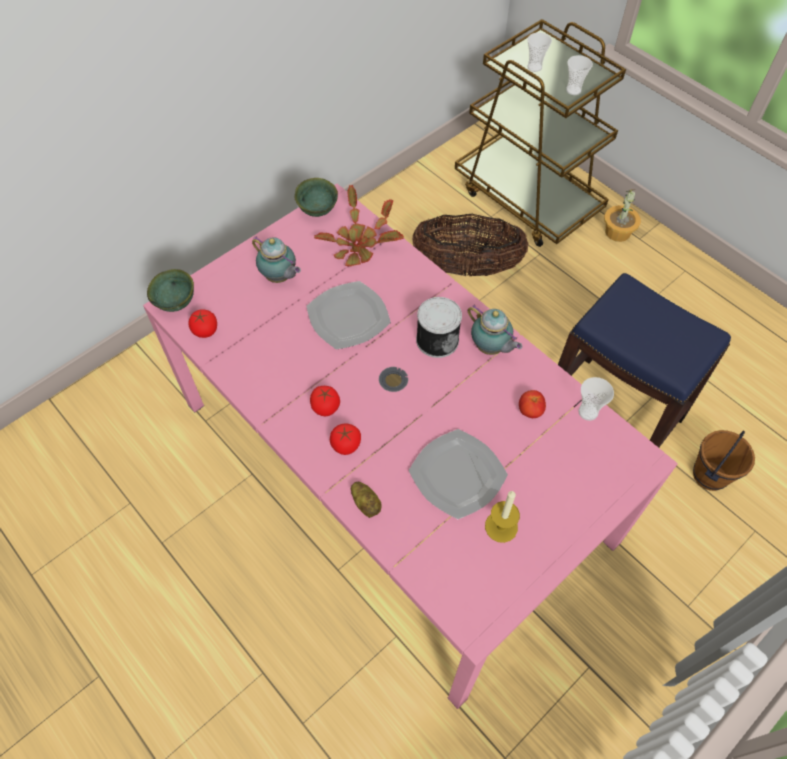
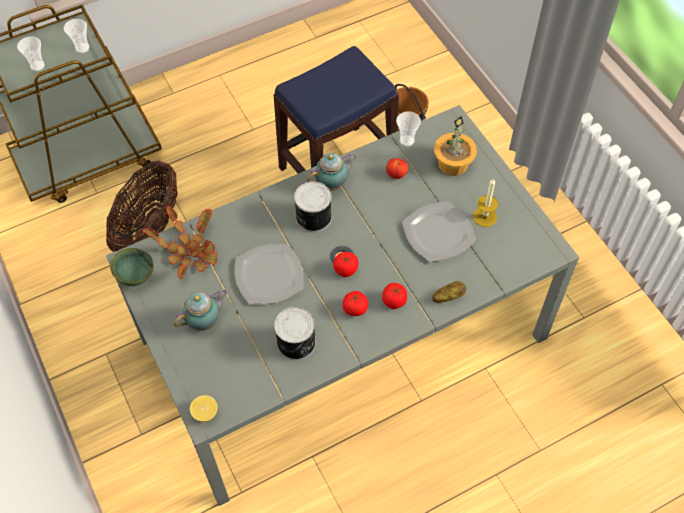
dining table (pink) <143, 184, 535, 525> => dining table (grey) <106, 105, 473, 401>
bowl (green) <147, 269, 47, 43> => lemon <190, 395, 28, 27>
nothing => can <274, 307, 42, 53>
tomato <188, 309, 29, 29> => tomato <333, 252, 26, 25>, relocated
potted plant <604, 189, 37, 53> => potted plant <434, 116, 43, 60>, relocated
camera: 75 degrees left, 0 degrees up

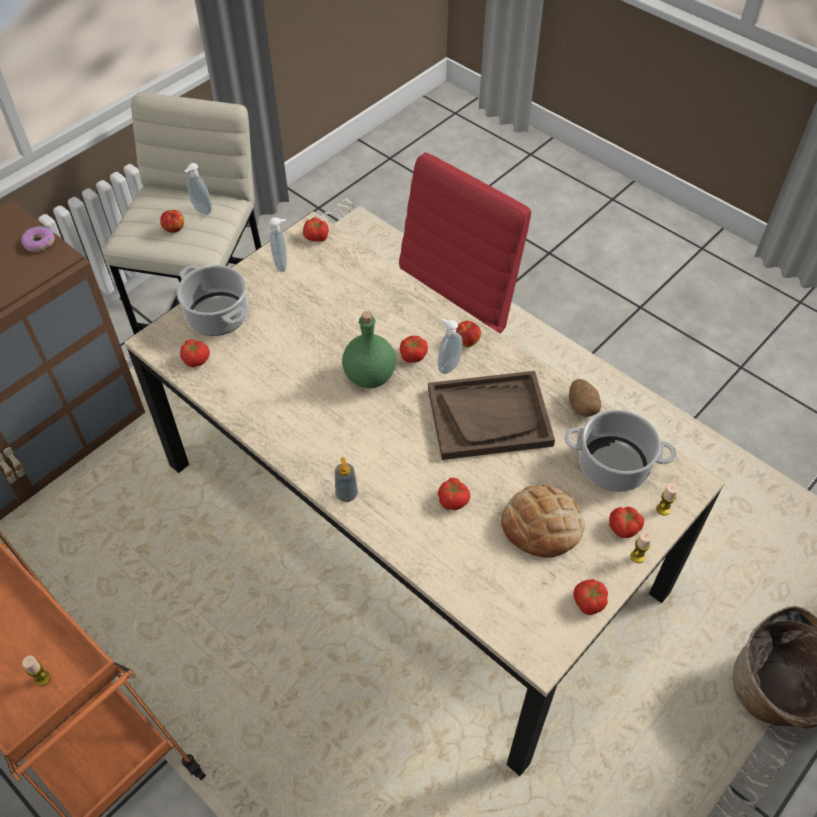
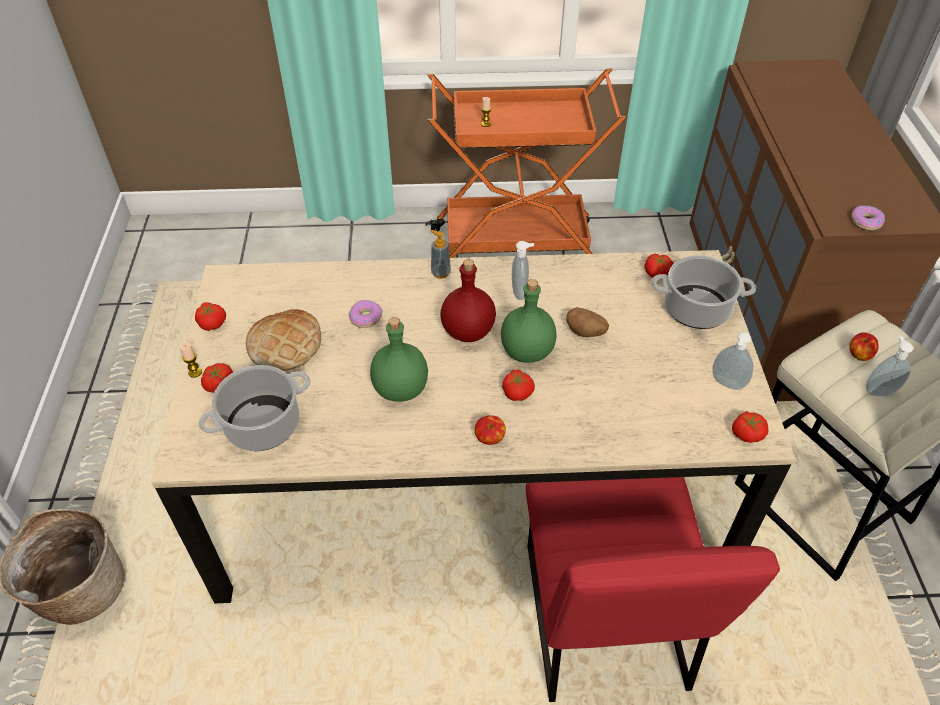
tomato <438, 478, 32, 32> => donut <349, 300, 34, 28>
tray (brown) <428, 371, 127, 89> => bottle (green) <370, 317, 58, 85>
nothing => bottle (red) <440, 259, 56, 83>
soap dispenser <438, 318, 24, 56> => soap dispenser <512, 241, 22, 59>, relocated
potato <569, 379, 33, 38> => potato <566, 307, 43, 30>, relocated
candle <656, 483, 22, 33> => nothing
camera: 135 degrees right, 5 degrees down

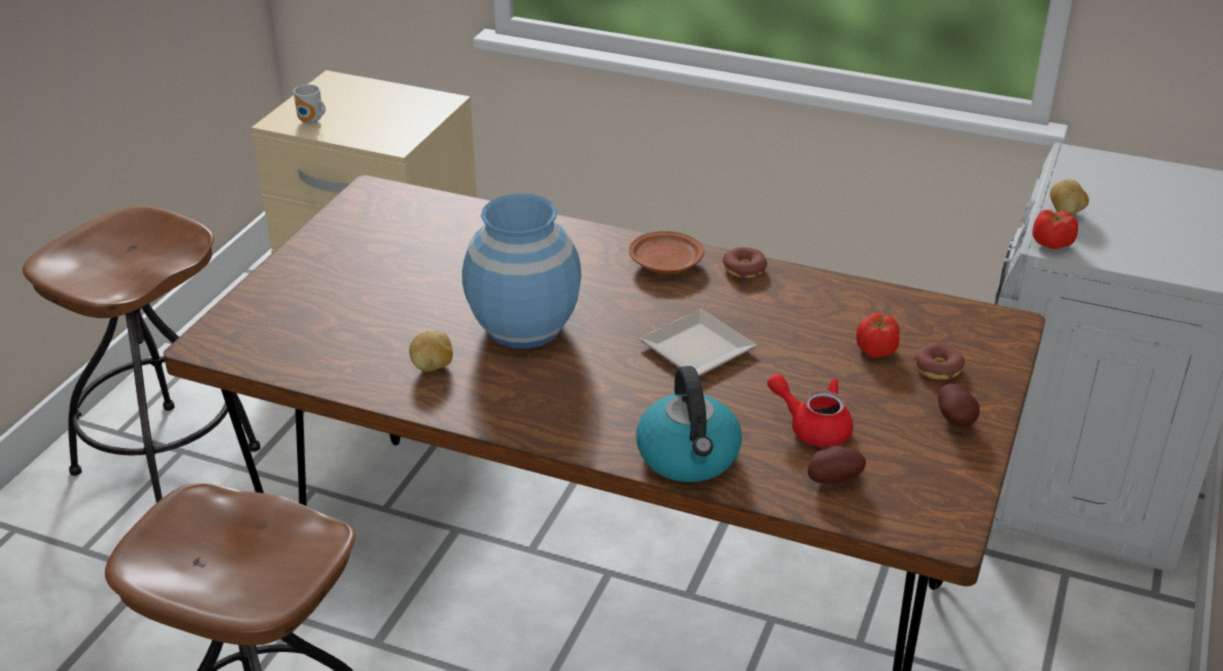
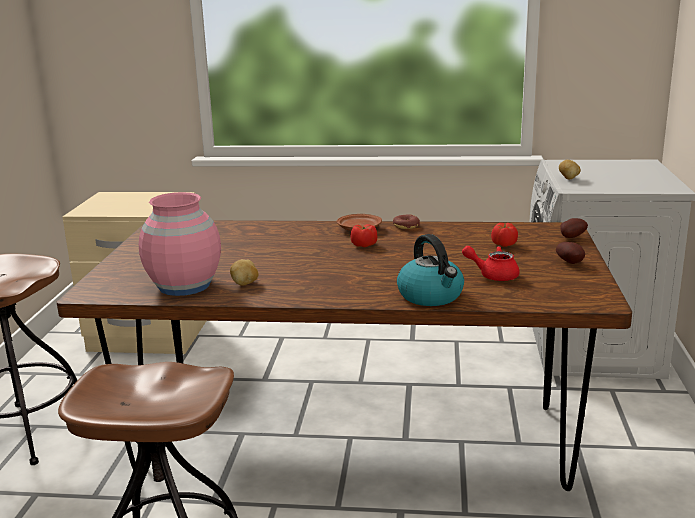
nothing => vase (pink) <139, 192, 82, 104>
tomato <1032, 210, 46, 39> => tomato <350, 224, 27, 23>, relocated
potato <808, 446, 58, 38> => potato <561, 218, 27, 20>, relocated
mug <293, 84, 33, 40> => nothing
vase (blue) <462, 193, 119, 155> => nothing
plate <639, 309, 118, 67> => nothing
donut <914, 342, 51, 38> => nothing
camera: 15 degrees left, 15 degrees down

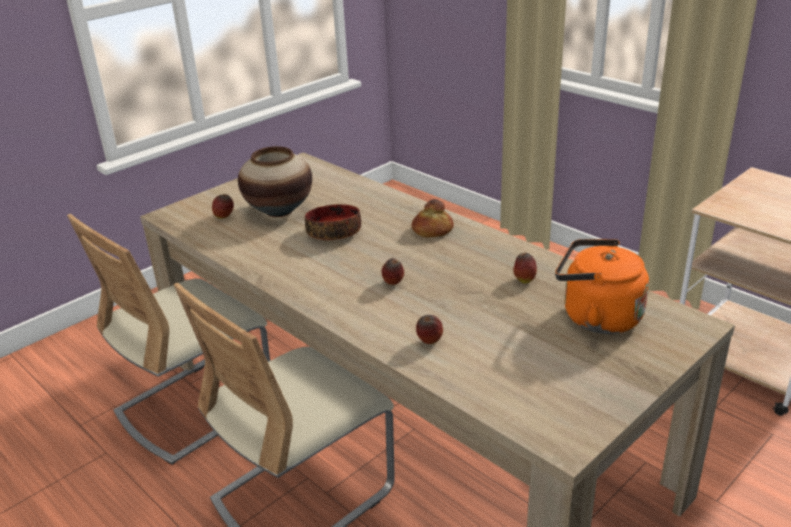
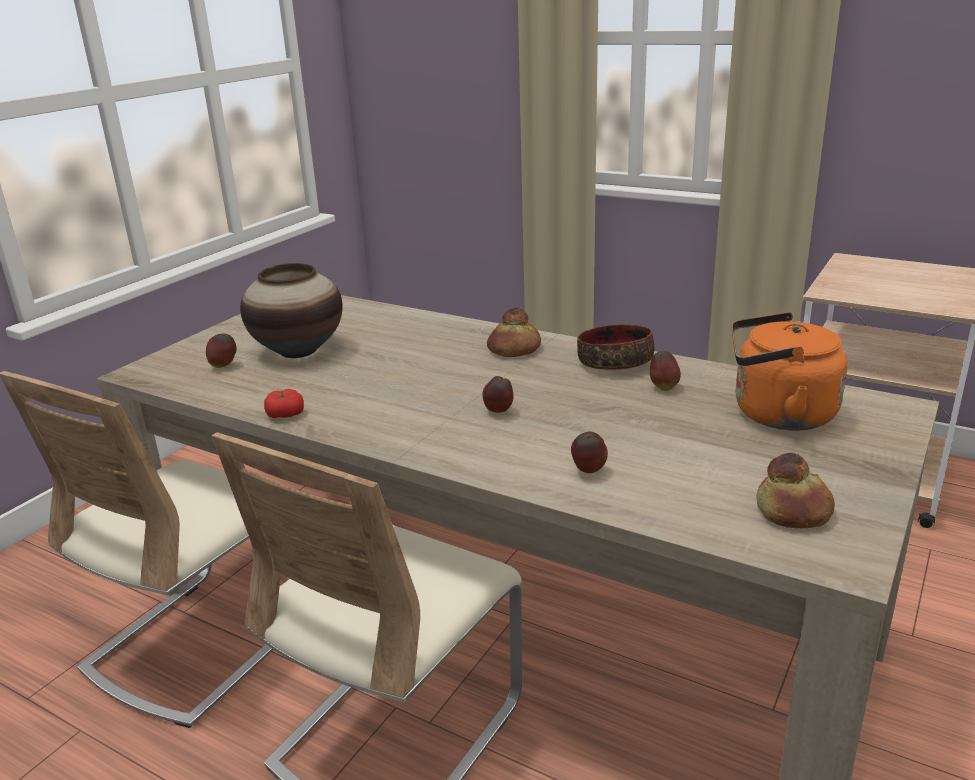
nothing => tomato <264, 389, 40, 29>
bowl <305, 204, 56, 36> => bowl <577, 324, 77, 46>, relocated
nothing => bread <756, 453, 79, 75>
camera: 15 degrees left, 5 degrees down

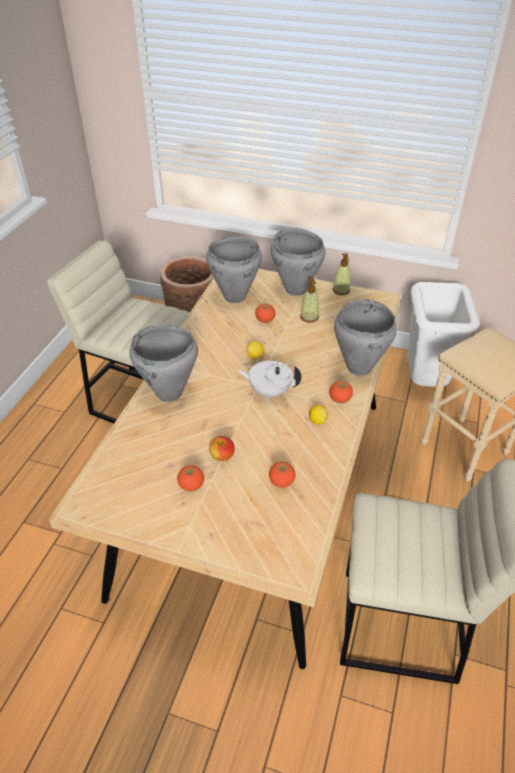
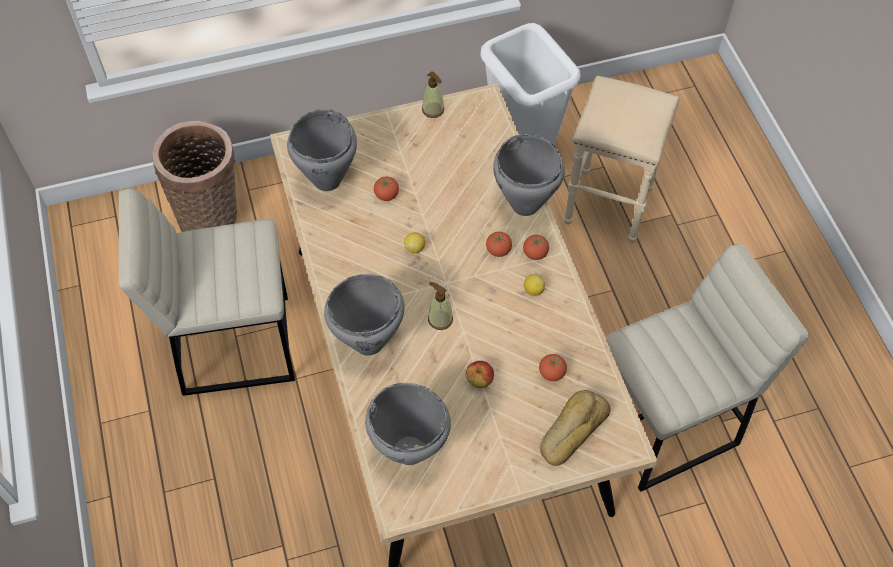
cooking pot (grey) <271, 228, 54, 68> => cooking pot (grey) <365, 383, 86, 82>, relocated
soap dispenser <300, 276, 19, 47> => soap dispenser <428, 282, 25, 48>, relocated
tomato <177, 465, 27, 26> => tomato <486, 232, 26, 25>, relocated
nothing => bread <540, 390, 70, 76>
teapot (white) <237, 361, 64, 38> => nothing
camera: 35 degrees left, 15 degrees up

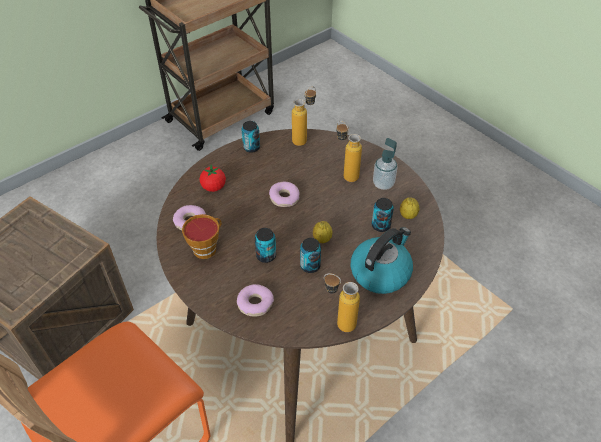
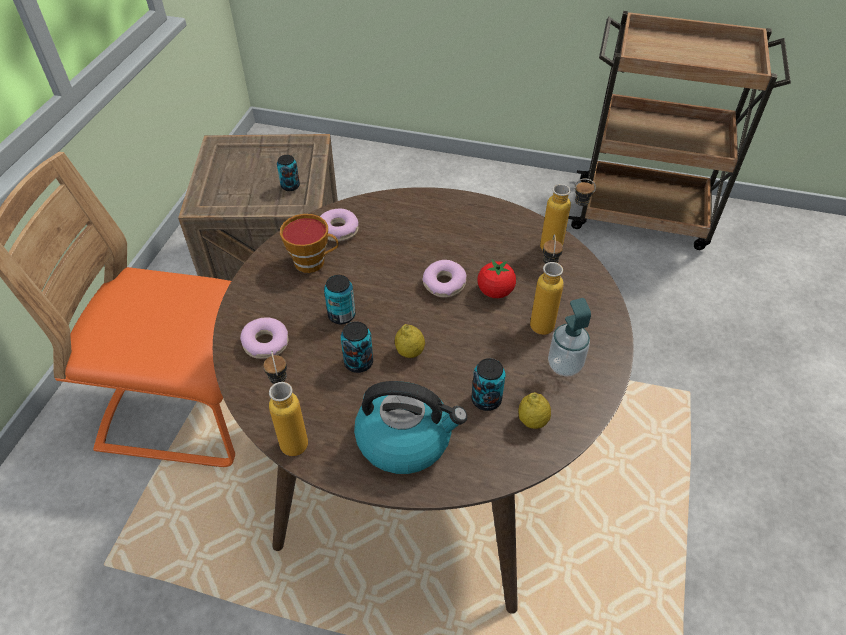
can <242, 121, 18, 32> => can <277, 155, 23, 36>, relocated
tomato <200, 165, 26, 27> => tomato <478, 260, 38, 38>, relocated
camera: 55 degrees right, 0 degrees up

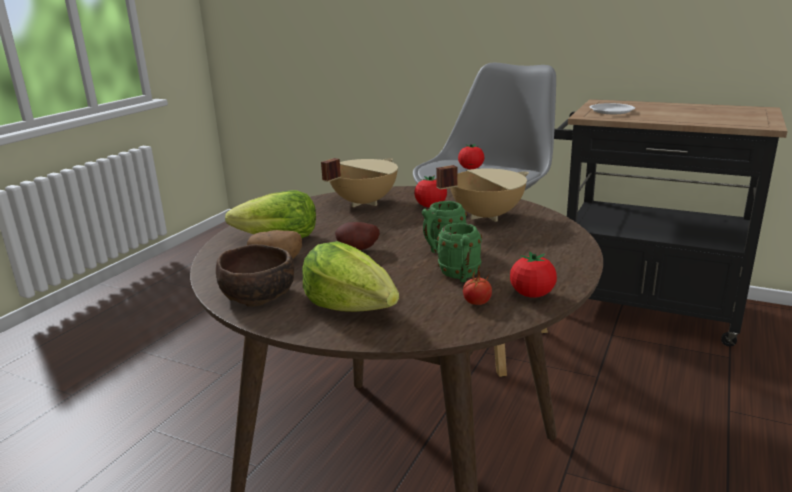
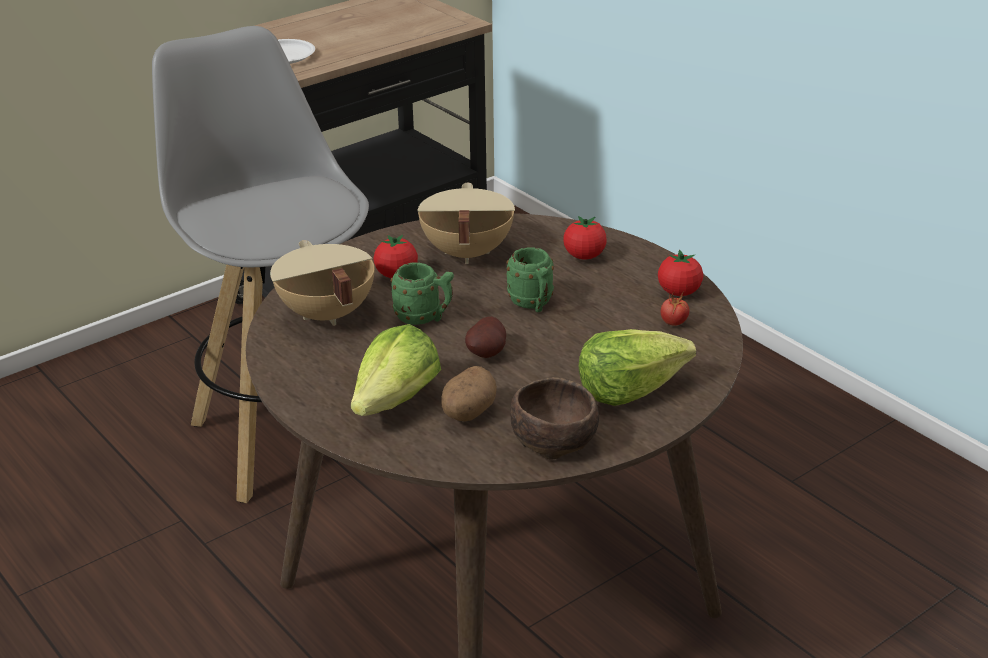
mug (green) <437, 223, 45, 59> => mug (green) <390, 262, 64, 63>, relocated
tomato <458, 144, 26, 25> => tomato <564, 216, 43, 44>, relocated
camera: 65 degrees left, 10 degrees up

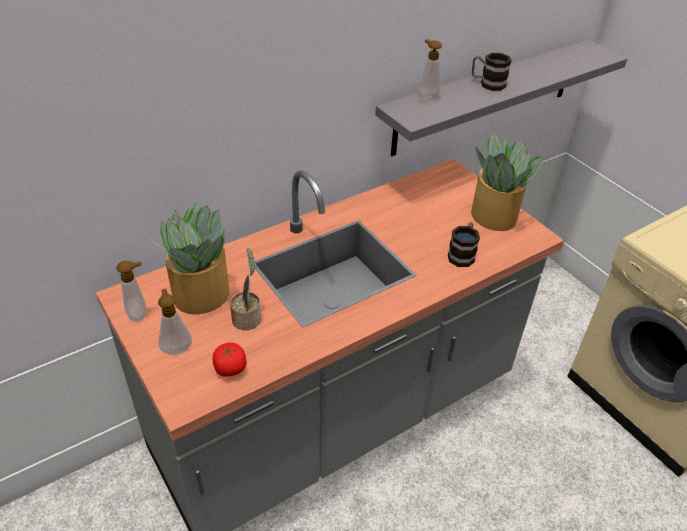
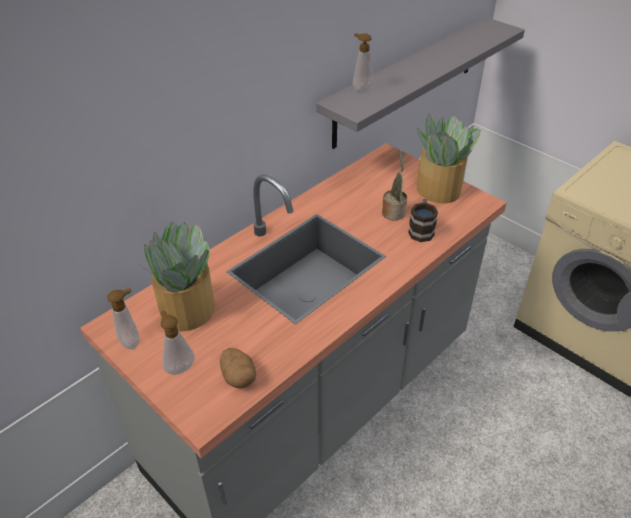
tomato <213, 343, 33, 34> => potato <220, 348, 36, 40>
potted plant <230, 247, 31, 83> => potted plant <382, 149, 25, 71>, relocated
mug <472, 53, 40, 38> => nothing
camera: 10 degrees left, 0 degrees up

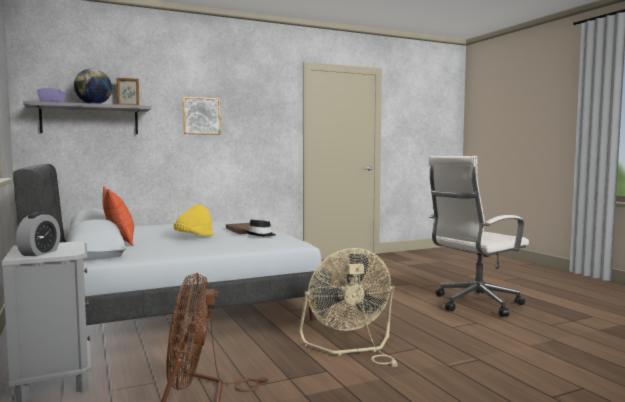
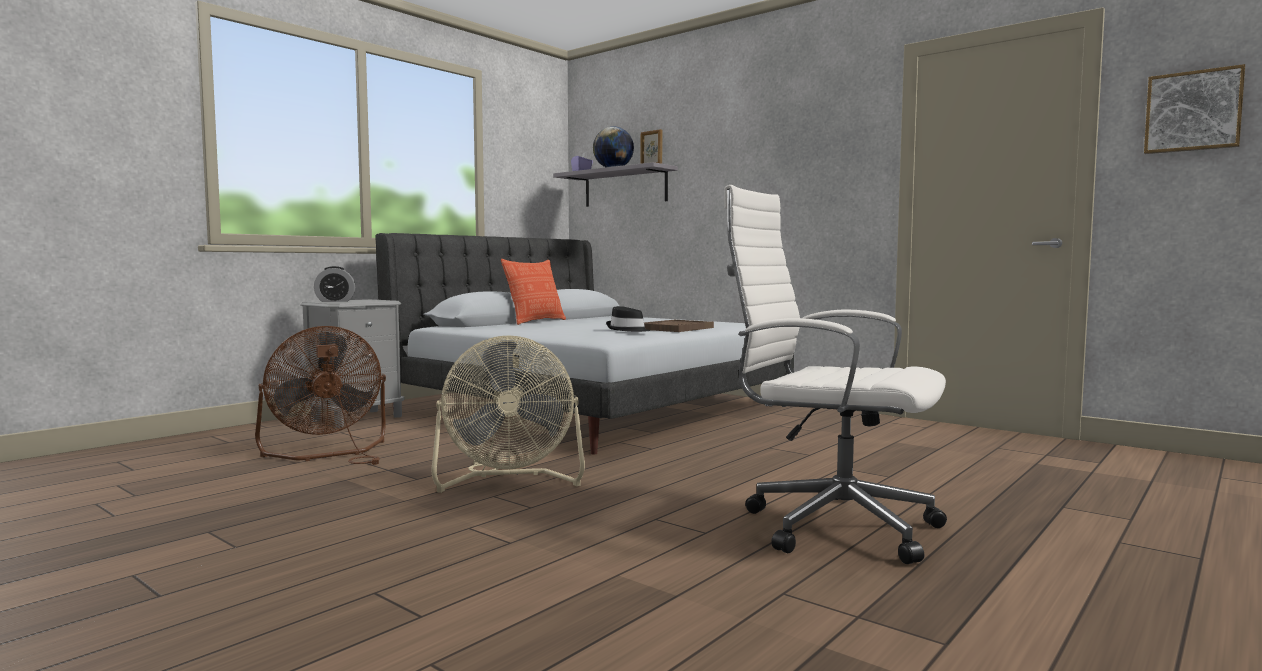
fan (beige) <299, 248, 98, 119> => fan (beige) <432, 336, 153, 157>, 120 degrees clockwise
picture <183, 97, 38, 38> => picture <1144, 64, 101, 90>, relocated
hat (yellow) <174, 204, 40, 32> => nothing
camera: 65 degrees right, 0 degrees up

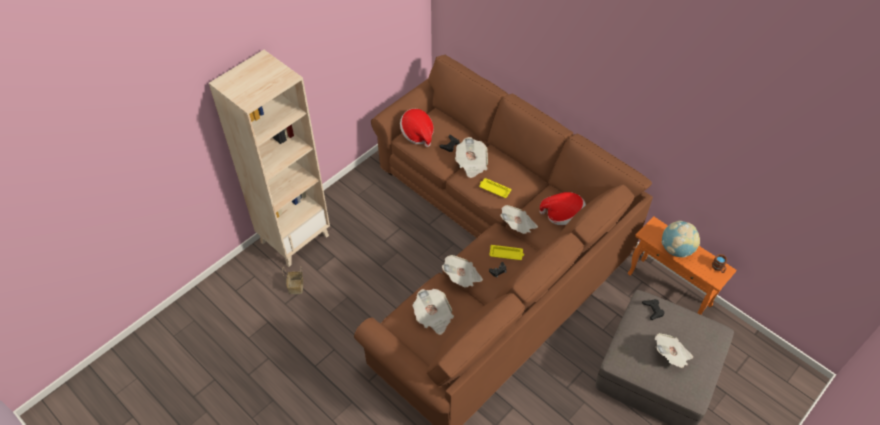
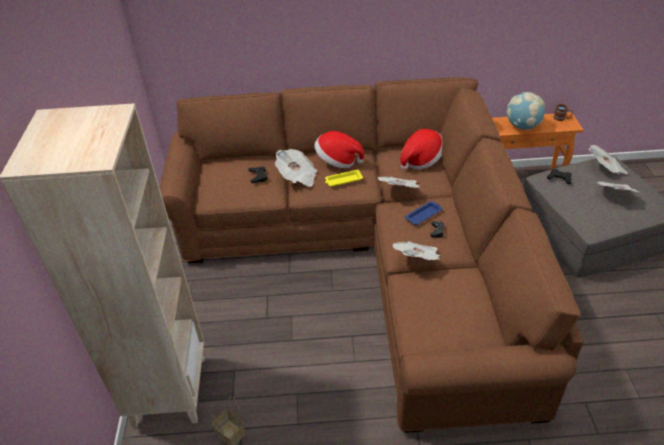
hat <400, 109, 34, 38> => hat <314, 131, 50, 37>, relocated
tray (yellow) <489, 245, 35, 15> => tray (blue) <405, 201, 38, 24>
newspaper <413, 289, 41, 46> => newspaper <588, 145, 40, 29>, relocated
camera: 45 degrees left, 10 degrees down

